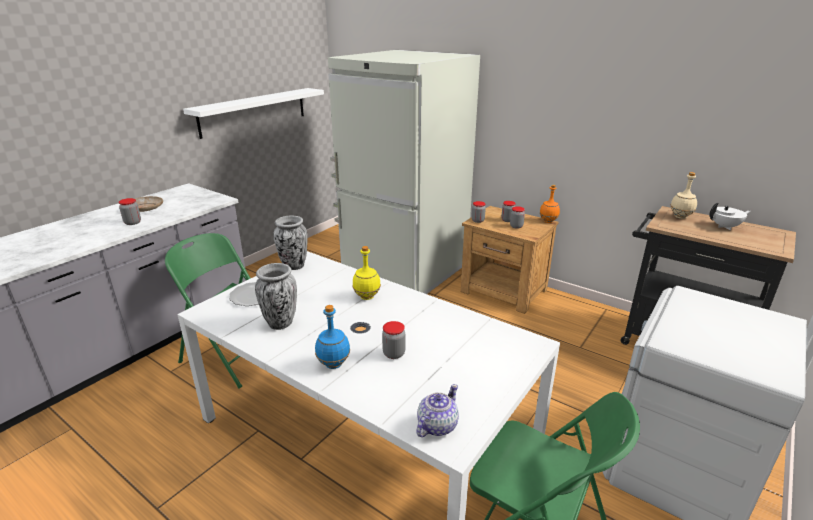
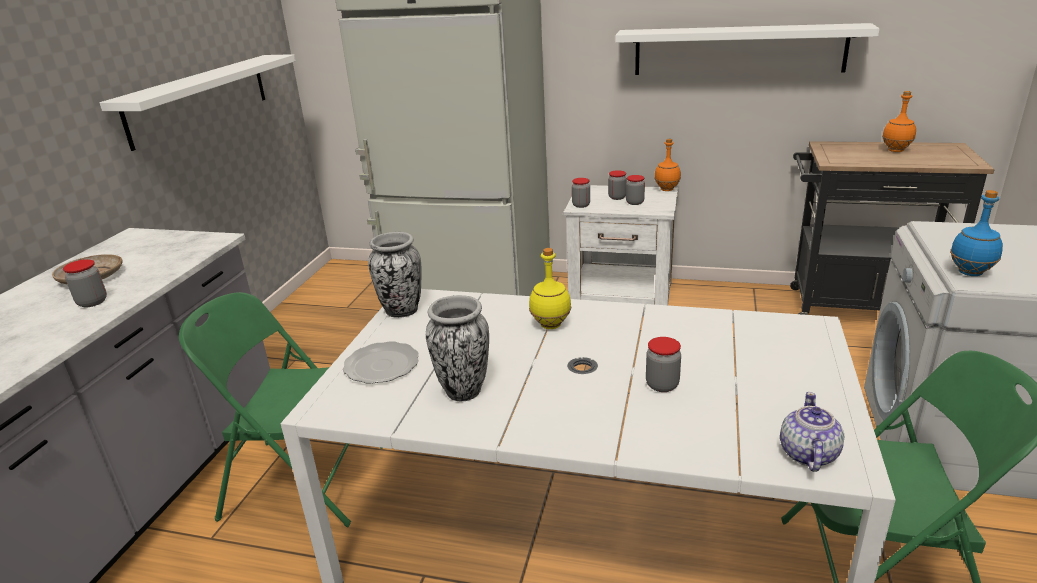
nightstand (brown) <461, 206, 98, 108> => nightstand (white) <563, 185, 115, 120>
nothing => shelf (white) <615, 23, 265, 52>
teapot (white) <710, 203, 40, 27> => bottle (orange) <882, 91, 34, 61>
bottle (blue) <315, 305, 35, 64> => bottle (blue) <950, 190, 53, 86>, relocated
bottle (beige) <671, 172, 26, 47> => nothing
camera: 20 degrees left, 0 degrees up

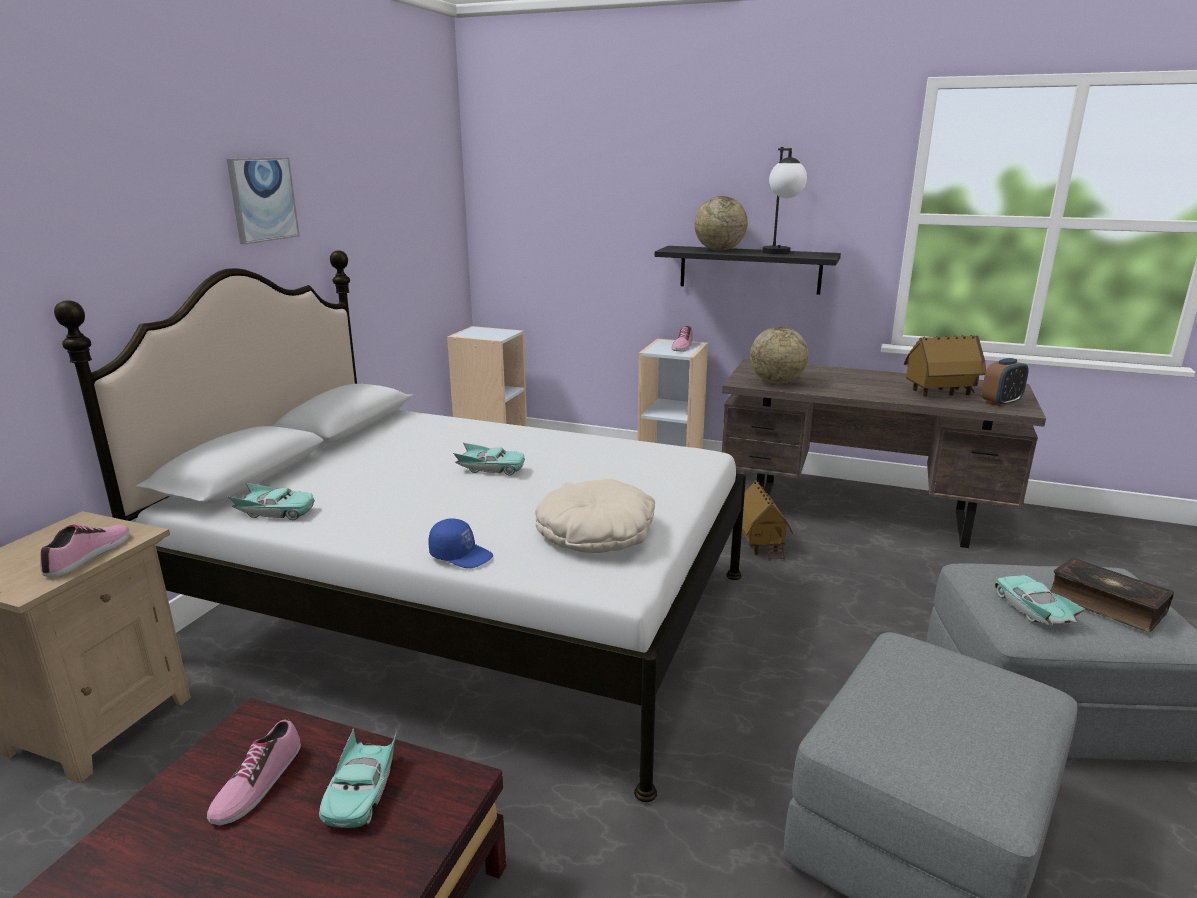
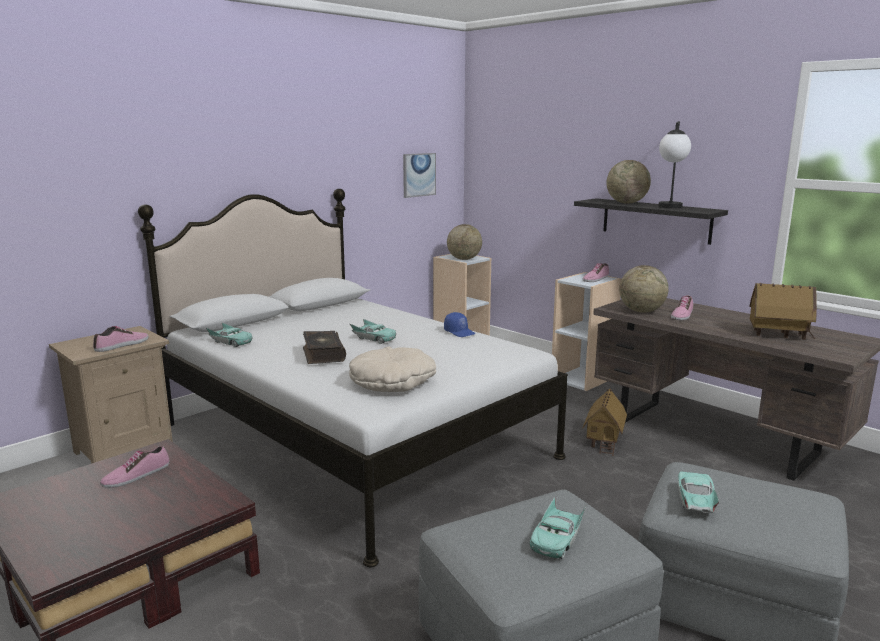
book <1050, 557, 124, 75> => book <303, 331, 43, 33>, relocated
picture <227, 157, 73, 88> => picture <403, 153, 33, 45>, relocated
cap (blue) <428, 518, 65, 50> => cap (blue) <444, 312, 31, 25>, relocated
nothing => globe <447, 224, 35, 36>
toy car (turquoise) <319, 728, 78, 100> => toy car (turquoise) <530, 497, 56, 62>, relocated
nothing => shoe <671, 295, 22, 25>
alarm clock <982, 358, 47, 49> => nothing
camera: 25 degrees right, 5 degrees down

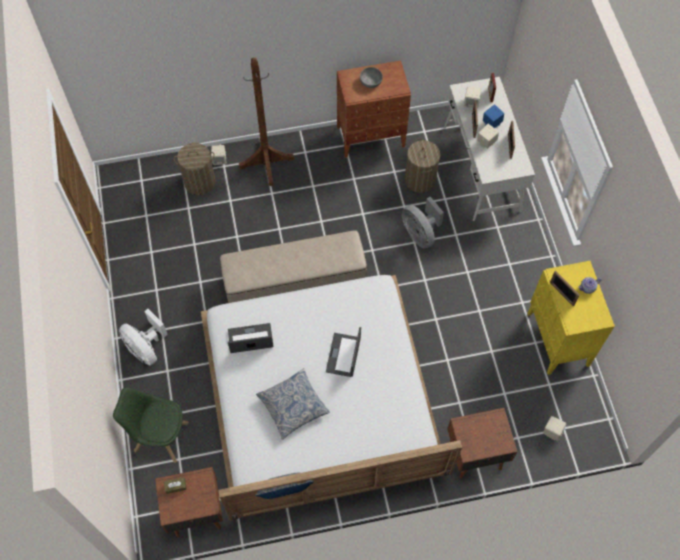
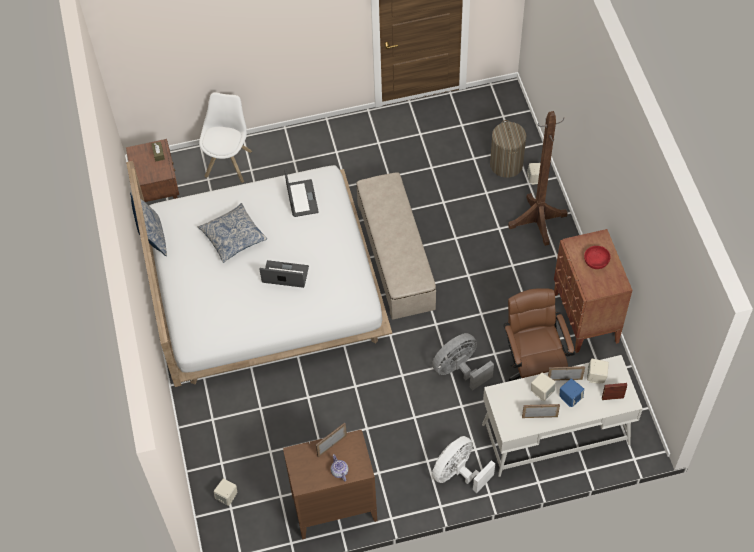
chair (green) <113, 387, 76, 76> => chair (white) <199, 93, 53, 90>
dresser (yellow) <528, 261, 87, 114> => dresser (brown) <283, 430, 94, 109>
fan (white) <119, 309, 49, 56> => fan (white) <432, 436, 63, 57>, relocated
laundry basket <405, 138, 35, 55> => office chair (brown) <503, 288, 72, 93>
bowl (grey) <360, 67, 23, 21> => bowl (red) <584, 246, 26, 23>
nightstand (brown) <447, 408, 71, 70> => nothing
camera: 90 degrees right, 5 degrees down

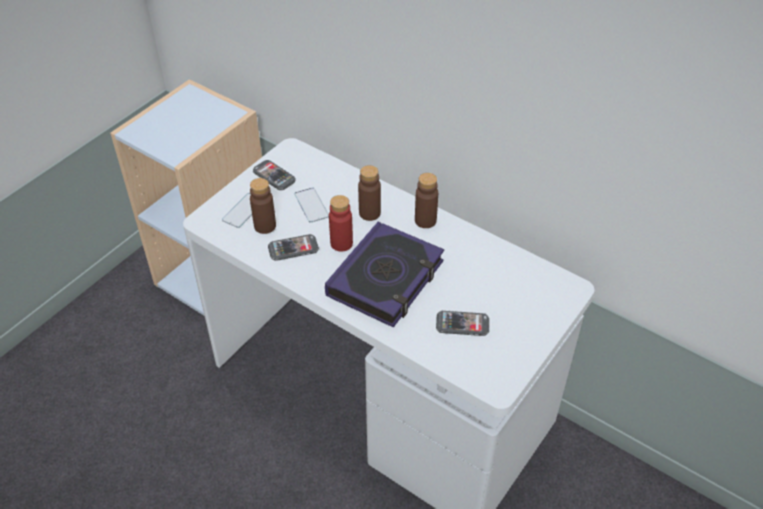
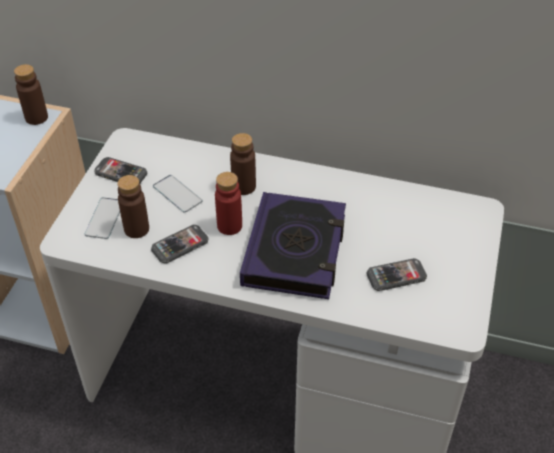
bottle (brown) <415, 173, 23, 55> => bottle (brown) <14, 64, 34, 61>, relocated
camera: 20 degrees left, 0 degrees up

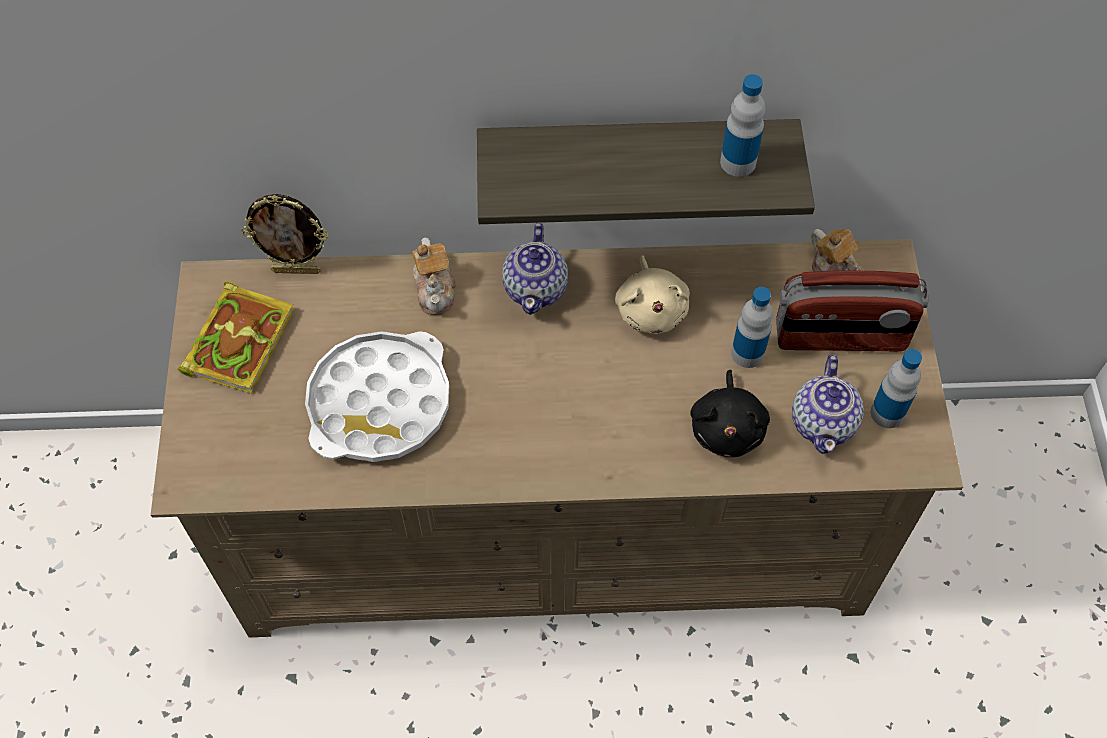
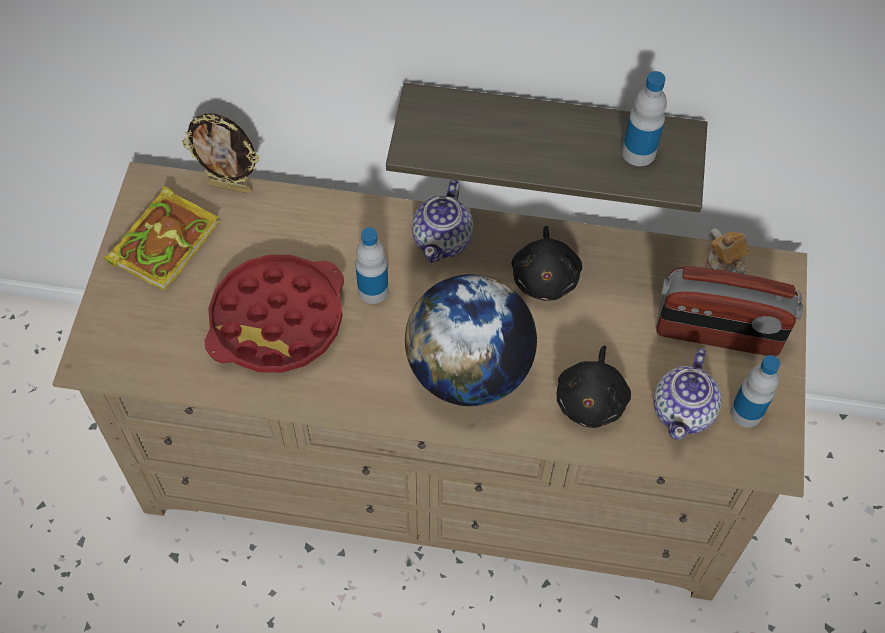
tray (white) <305, 331, 144, 131> => tray (red) <204, 255, 140, 118>
bottle <731, 287, 42, 81> => bottle <355, 227, 34, 77>, relocated
nothing => globe <405, 274, 132, 132>
plush toy (beige) <615, 255, 75, 79> => plush toy (black) <512, 226, 70, 75>
teapot <412, 238, 44, 77> => nothing
camera: 10 degrees right, 0 degrees up

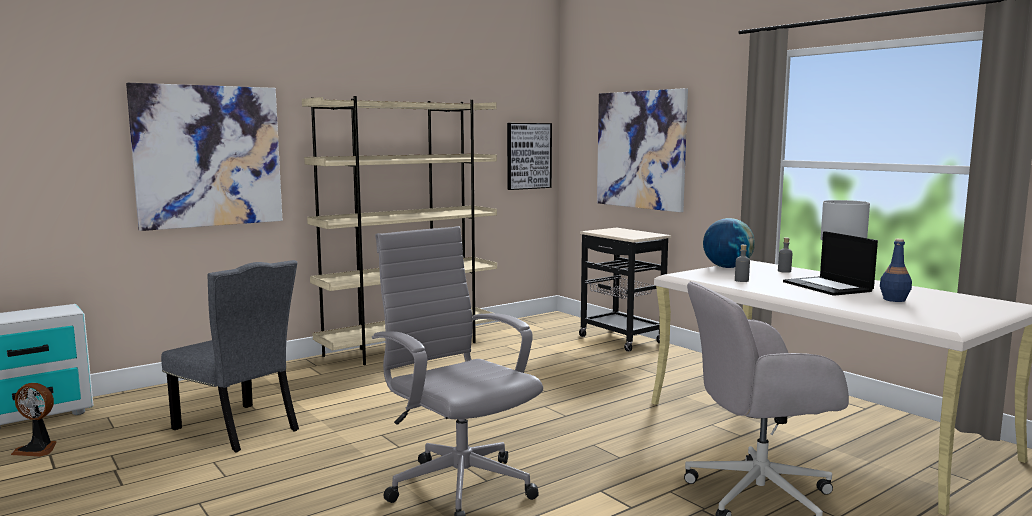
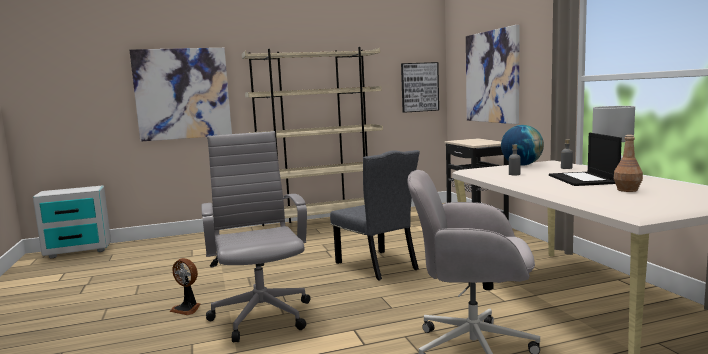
fan <11, 383, 46, 74> => fan <169, 258, 32, 57>, relocated
chair (grey) <161, 260, 138, 193> => chair (grey) <330, 150, 90, 131>, relocated
bottle (blue) <880, 239, 32, 63> => bottle (brown) <614, 135, 29, 57>
camera: 20 degrees right, 0 degrees up

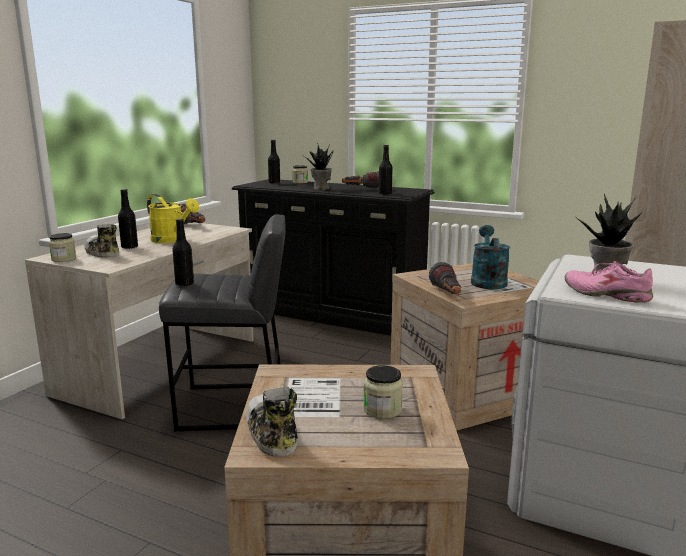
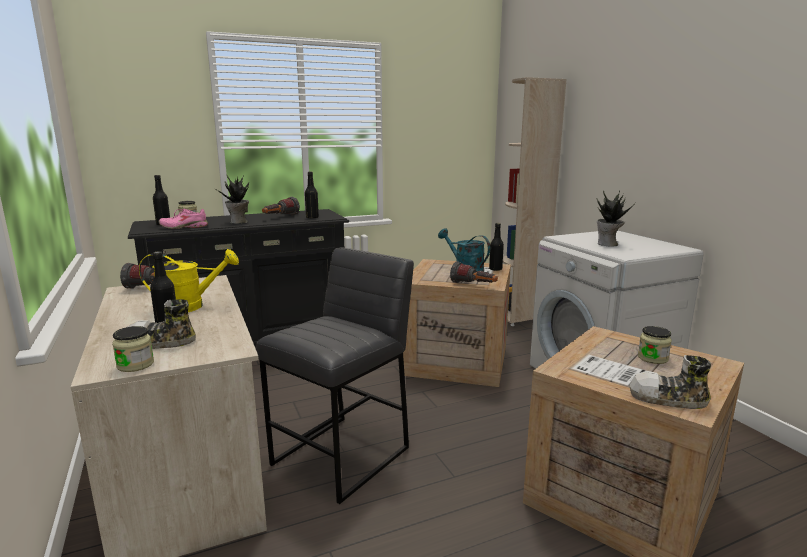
shoe (pink) <565, 261, 88, 42> => shoe (pink) <159, 208, 49, 21>, relocated
bottle (black) <172, 219, 22, 67> => bottle (black) <489, 223, 15, 48>, relocated
camera: 50 degrees left, 0 degrees up

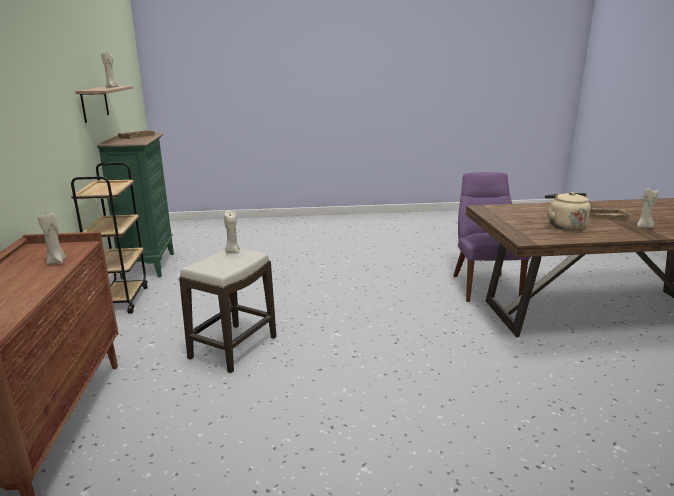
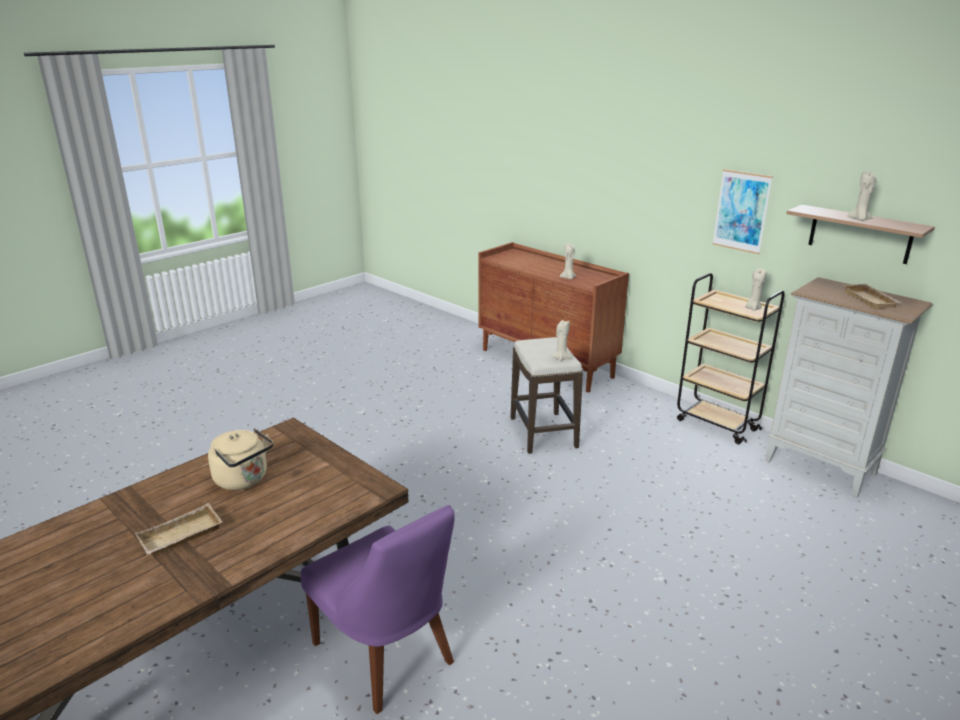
nothing => picture <713, 169, 60, 85>
candle (beige) <637, 188, 22, 40> => candle (beige) <745, 268, 22, 43>, relocated
dresser (green) <97, 133, 77, 146> => dresser (white) <765, 277, 168, 220>
camera: 140 degrees right, 5 degrees up

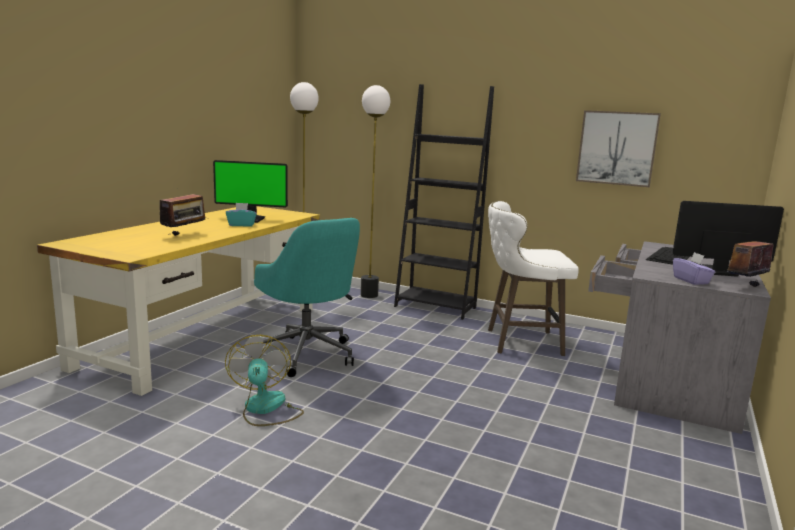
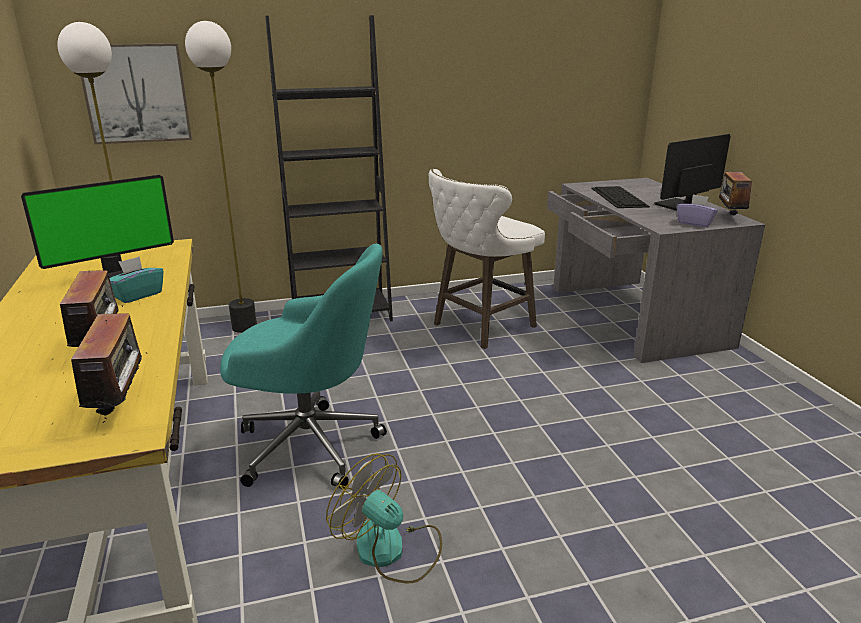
nothing => radio <71, 313, 84, 110>
picture <576, 110, 85, 77> => picture <81, 43, 111, 101>, relocated
camera: 40 degrees left, 10 degrees up

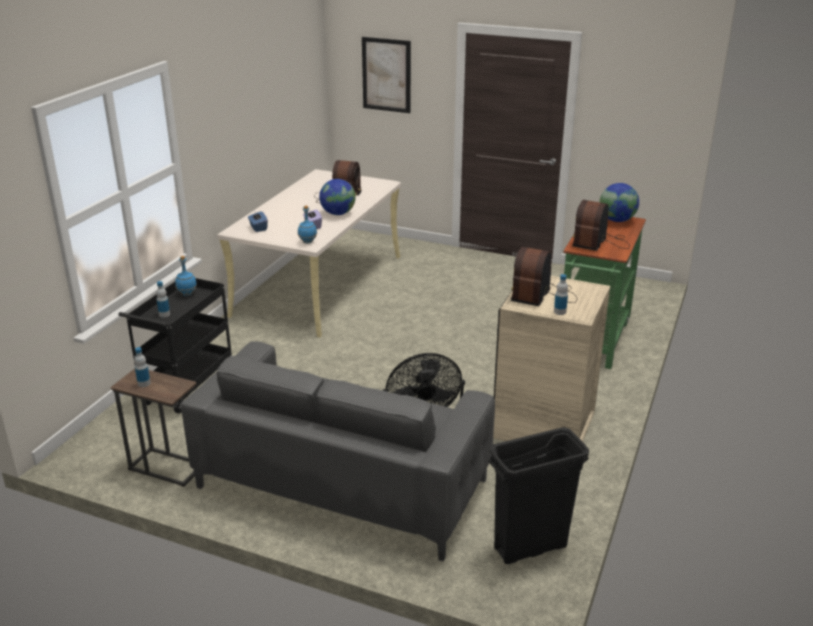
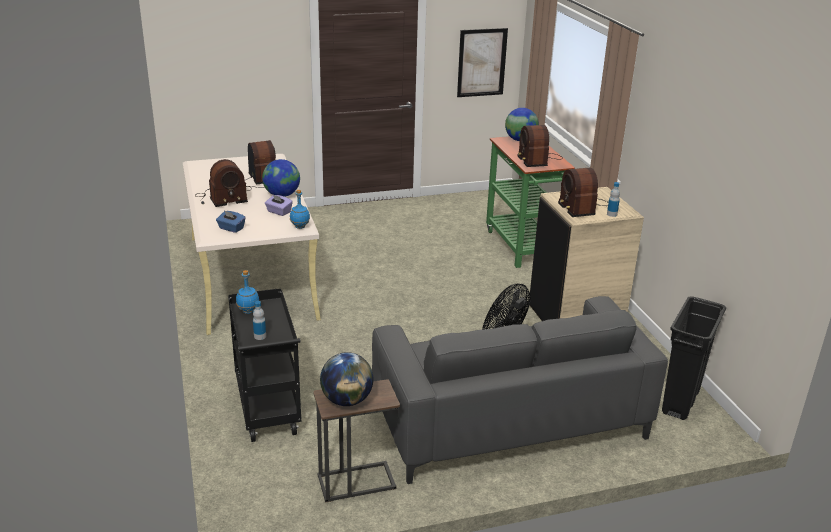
nothing => radio <195, 159, 53, 48>
bottle <134, 347, 16, 40> => globe <320, 352, 53, 54>
picture <362, 37, 49, 76> => picture <457, 28, 51, 69>, relocated
camera: 40 degrees left, 0 degrees up

